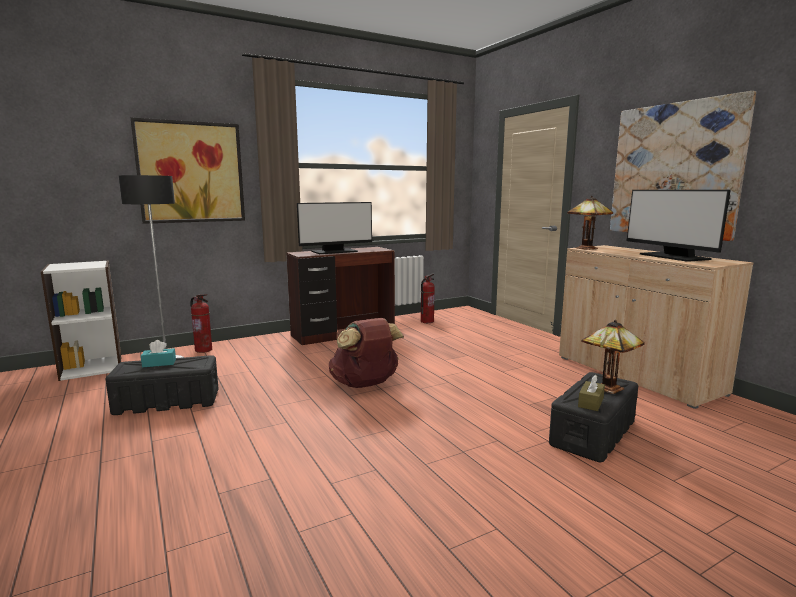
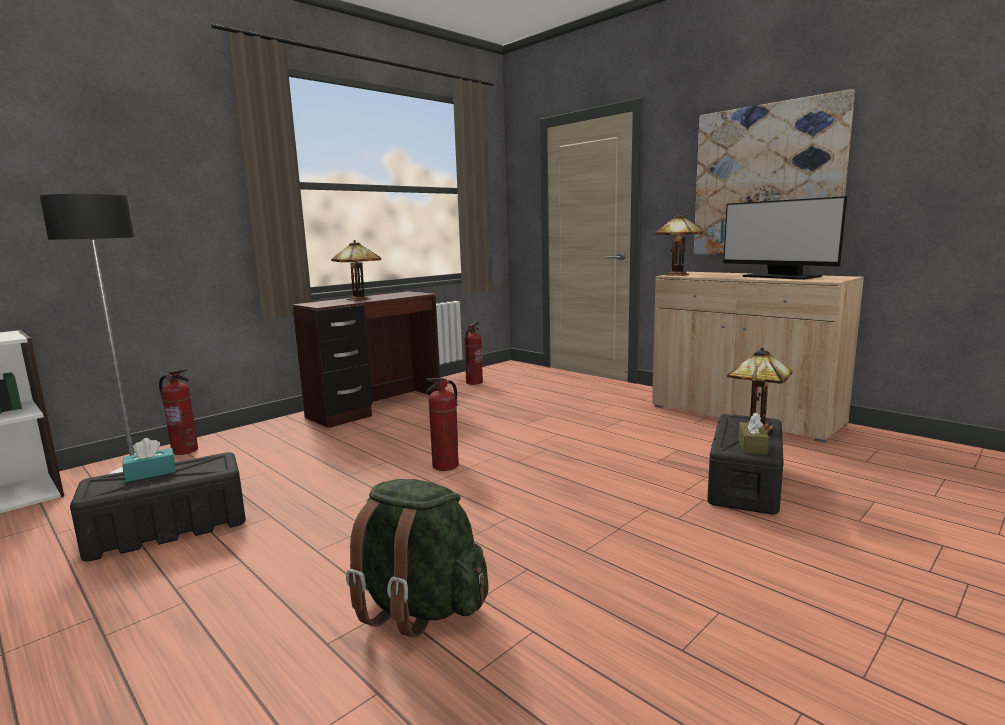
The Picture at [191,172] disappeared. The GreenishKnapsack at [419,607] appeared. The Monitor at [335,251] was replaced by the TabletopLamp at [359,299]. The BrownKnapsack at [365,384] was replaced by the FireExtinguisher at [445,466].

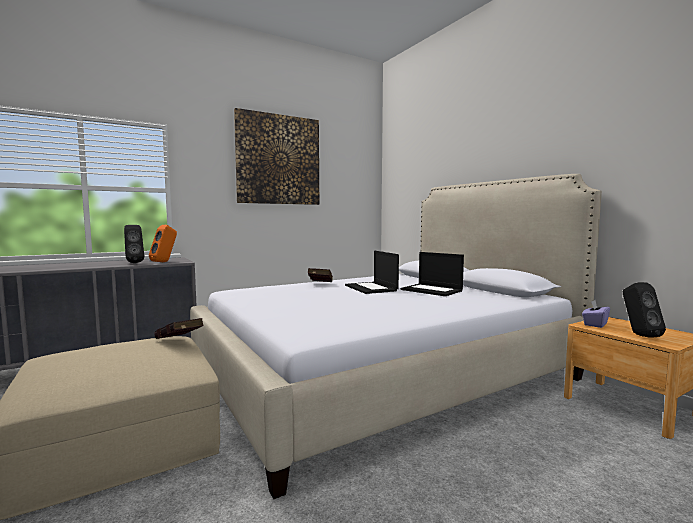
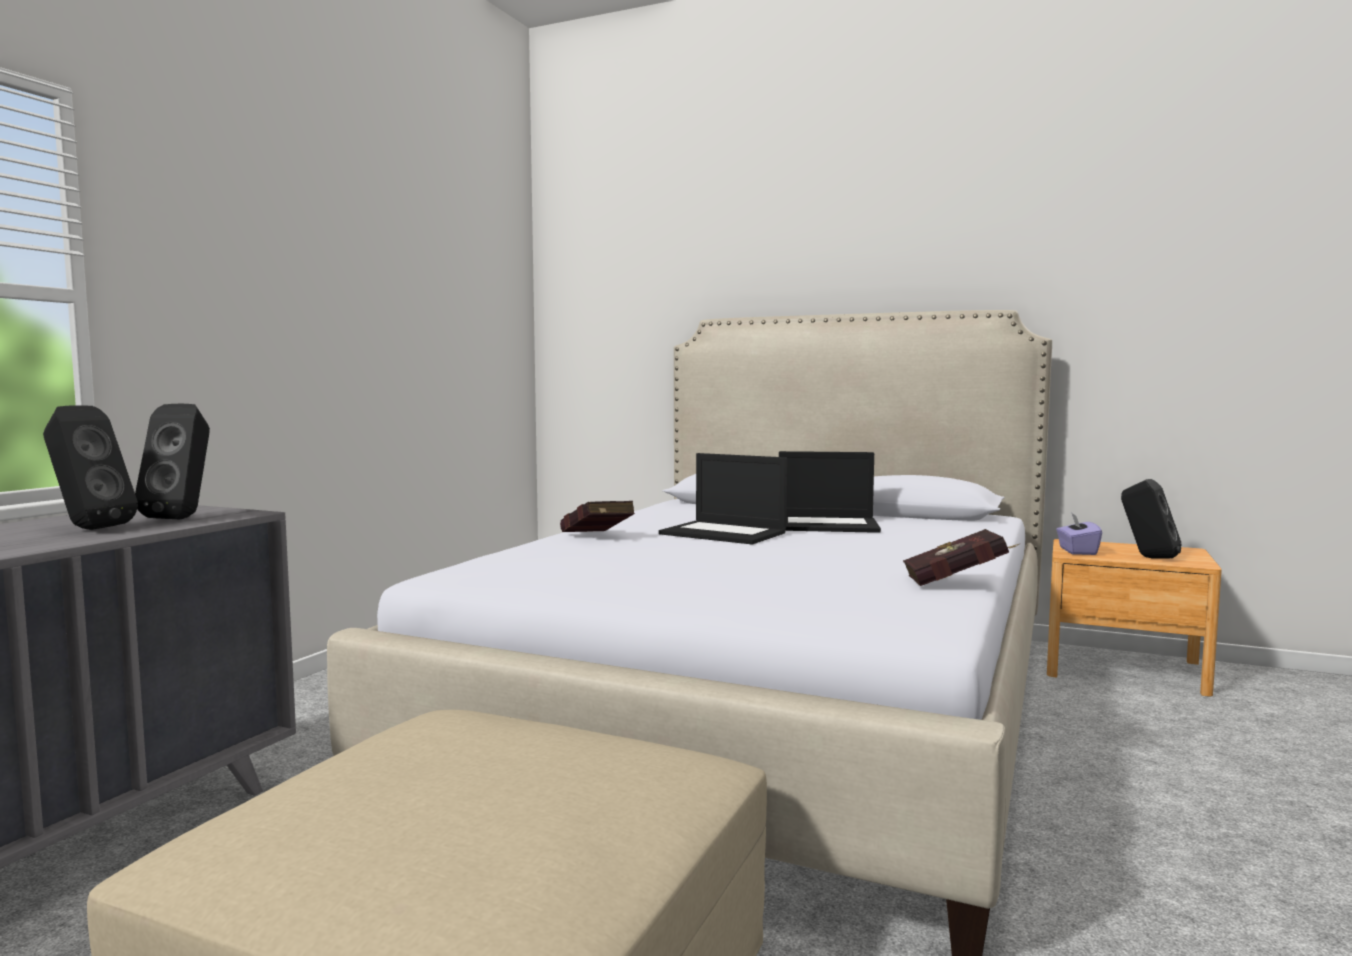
The Picture at [278,160] disappeared. The ReddishBook moved from [179,341] to [958,583]. The OrangeAudioSpeaker at [164,262] became the BlackColouredAudioSpeaker at [183,518].

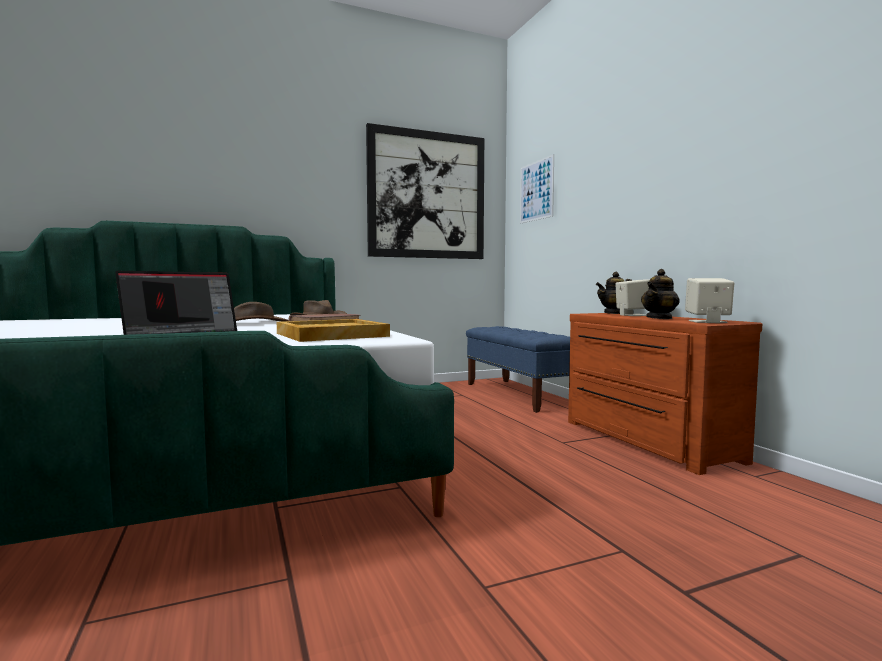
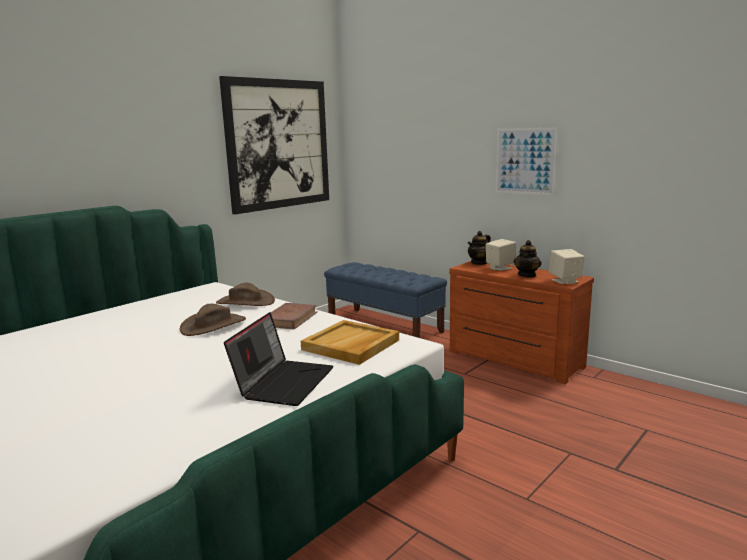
The Picture moved from [536,190] to [525,161].

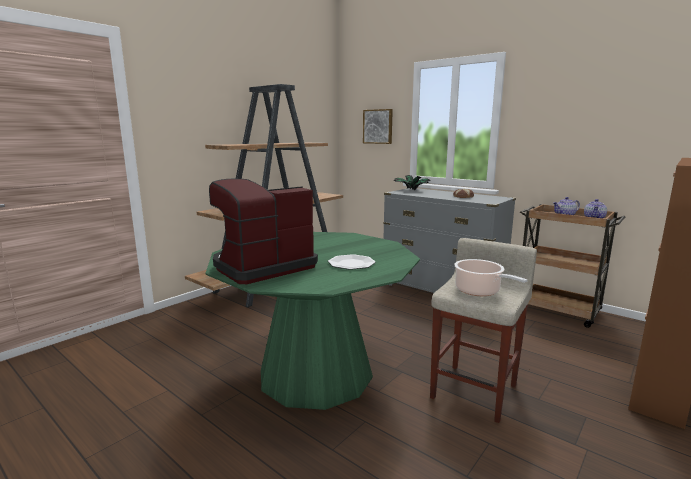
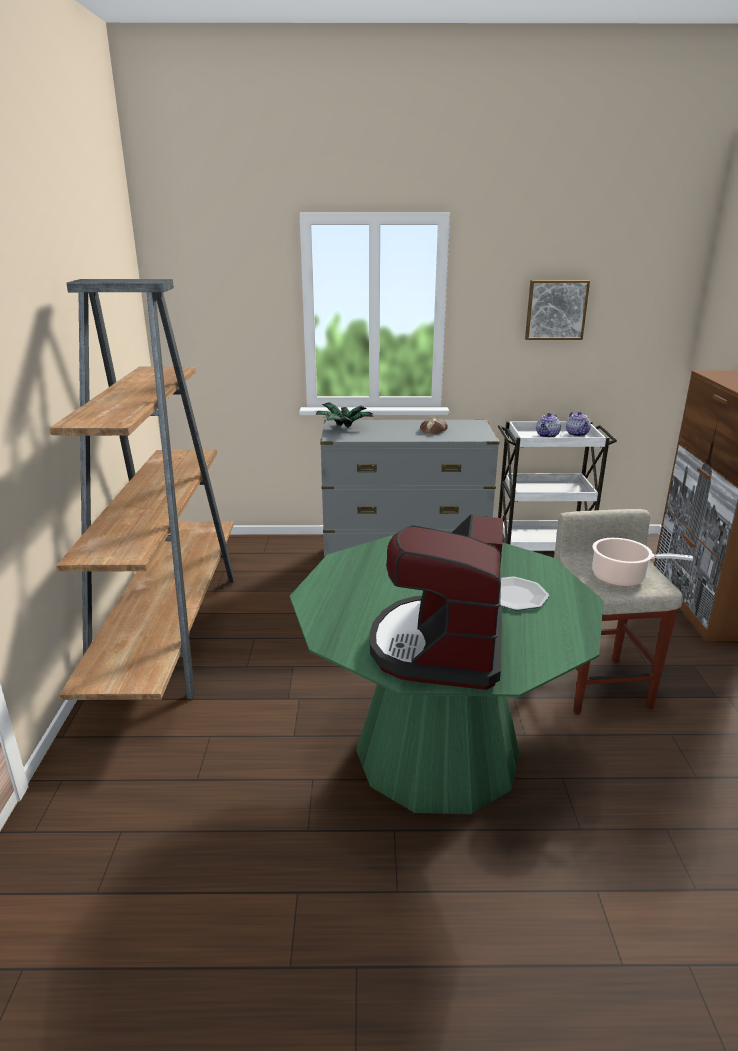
The Picture moved from [378,126] to [555,309]. The BrownWheeledCart at [558,311] became the WhiteColouredWheeledCart at [542,547].

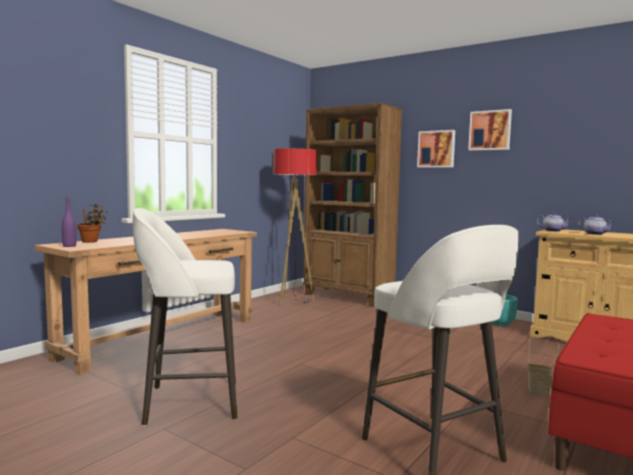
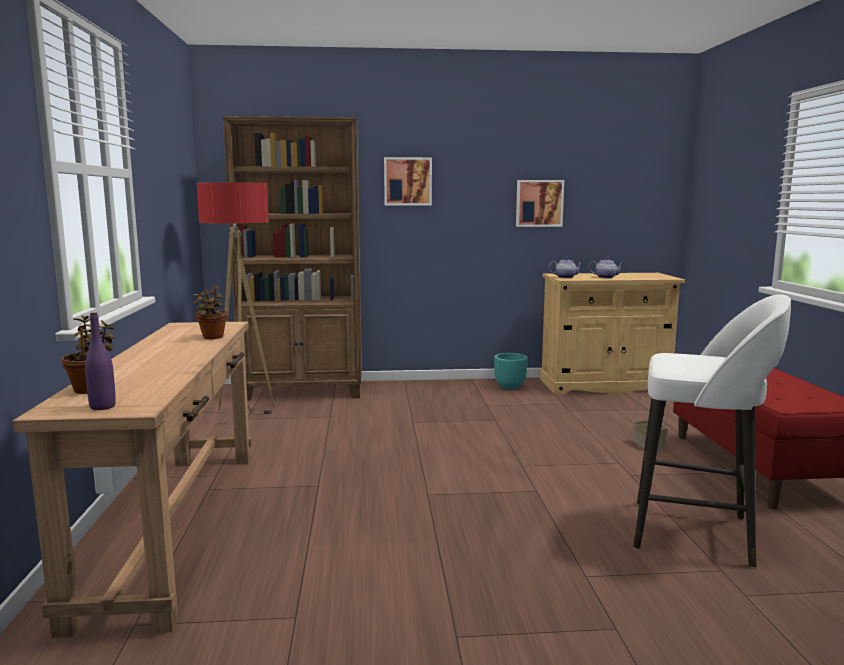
The WhiteColouredStoolSeat at [189,402] disappeared. The PlantInAPot at [212,337] appeared. The Picture moved from [490,130] to [539,203].

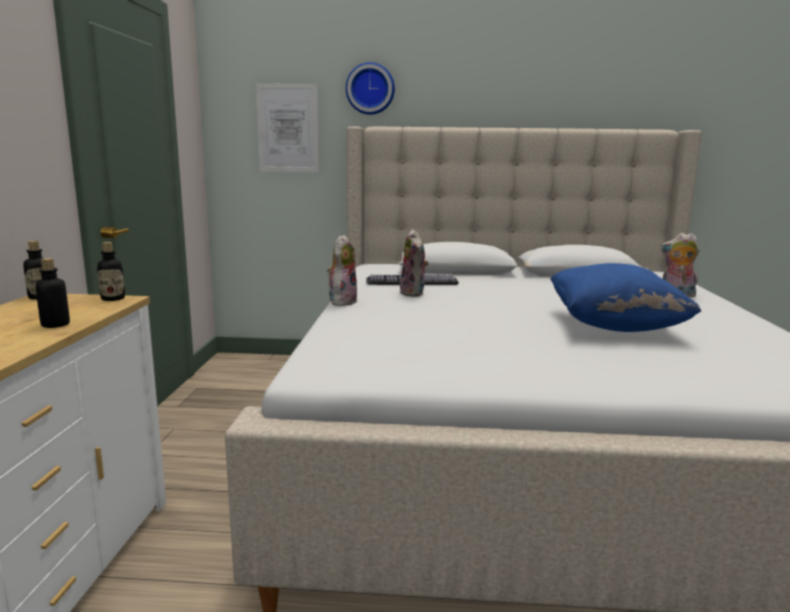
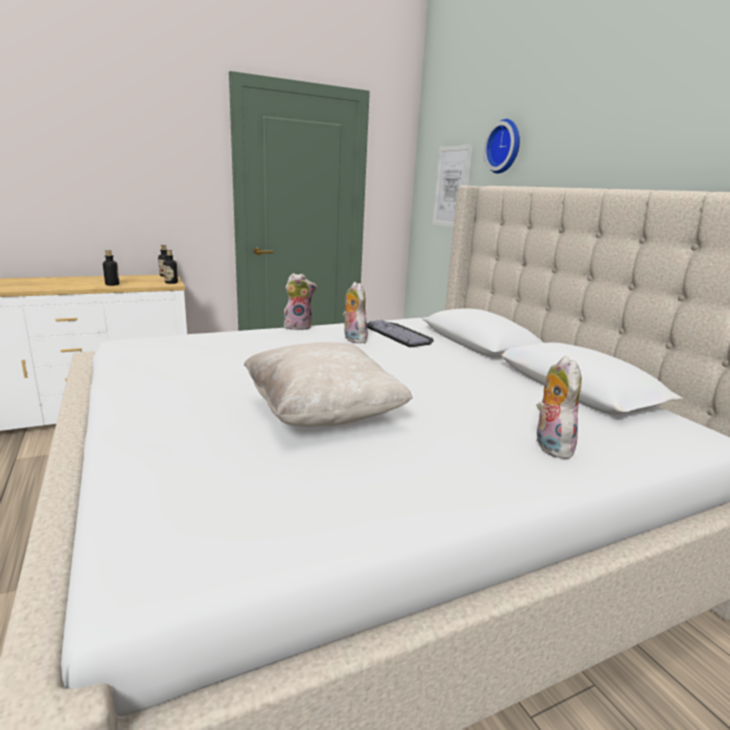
The BluePillow at [613,327] became the BeigeColouredPillow at [322,414]. The SoftToy at [414,293] turned 105 degrees clockwise.

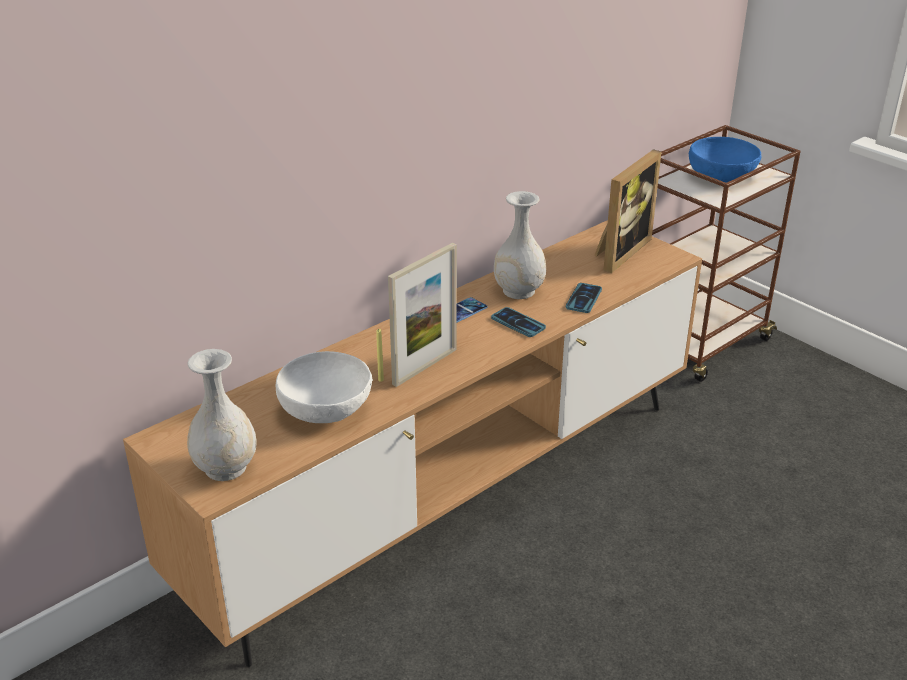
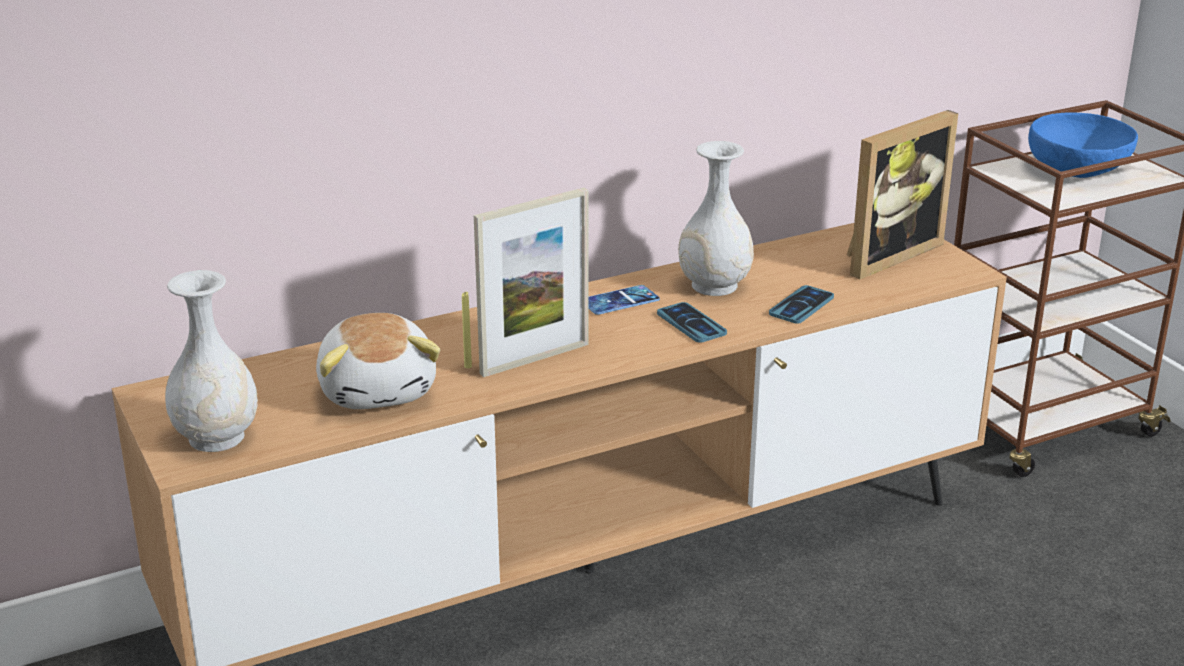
The WhiteColouredDeepDish at [326,409] was replaced by the SoftToy at [379,390].

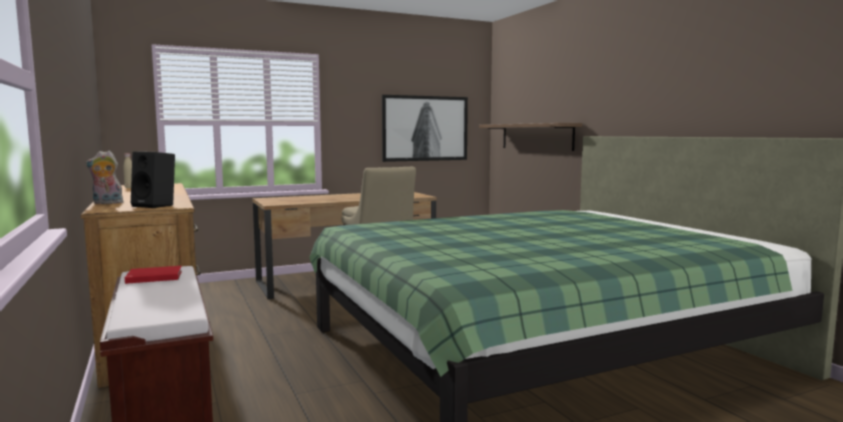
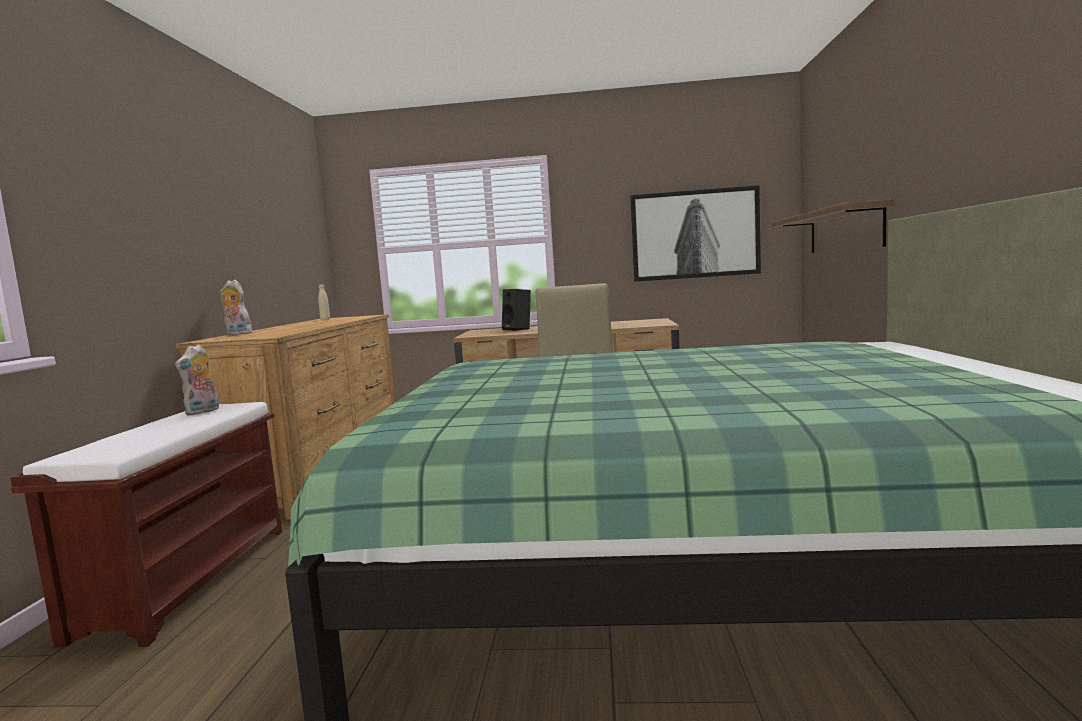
The BlackColouredAudioSpeaker moved from [156,205] to [518,329]. The ReddishBook at [153,277] was replaced by the SoftToy at [203,412].

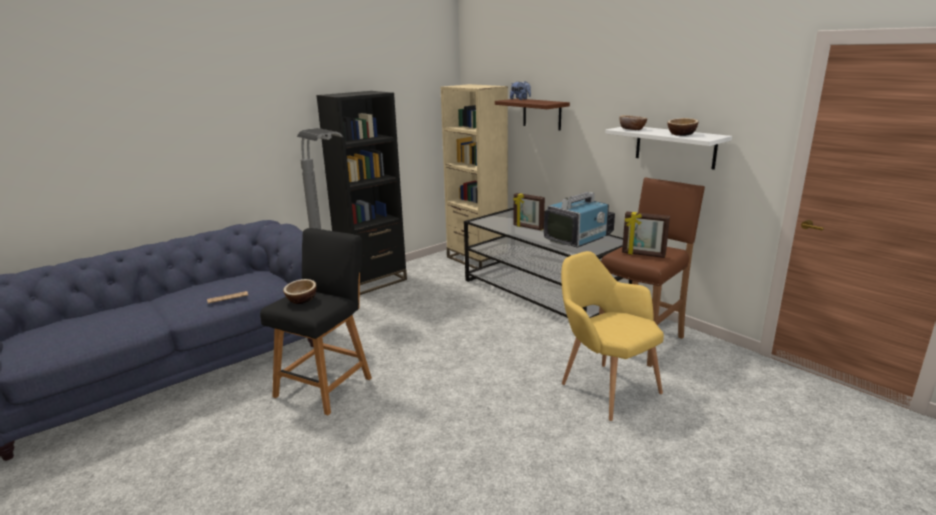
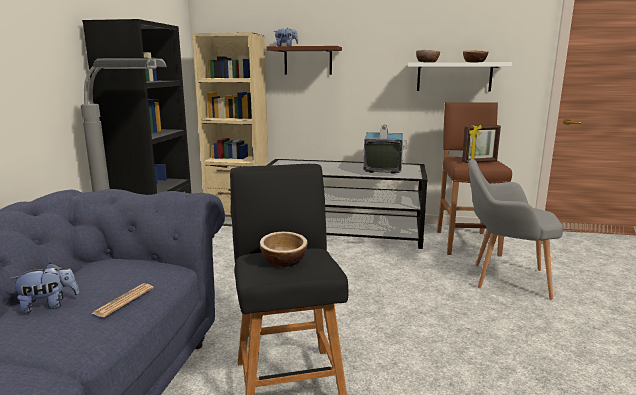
The StandingFrame at [528,227] disappeared. The SoftToy at [49,305] appeared. The YellowColouredLoungeChair at [604,387] became the GreyishLoungeChair at [504,279].

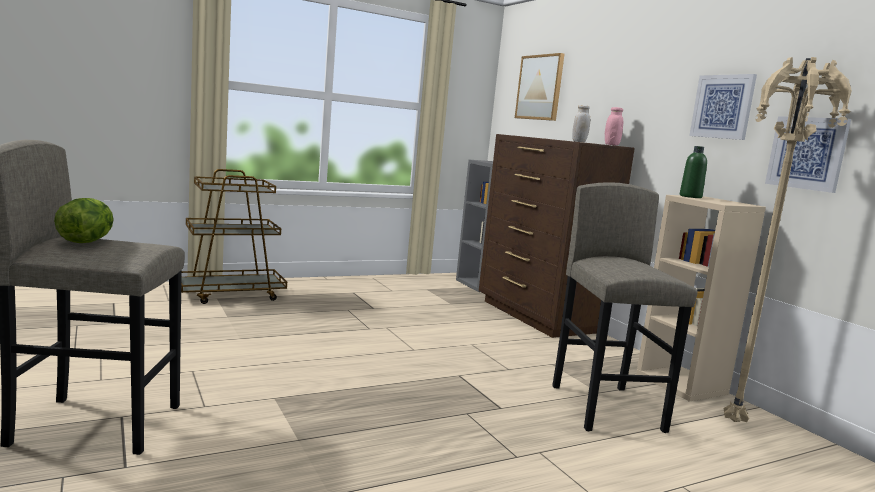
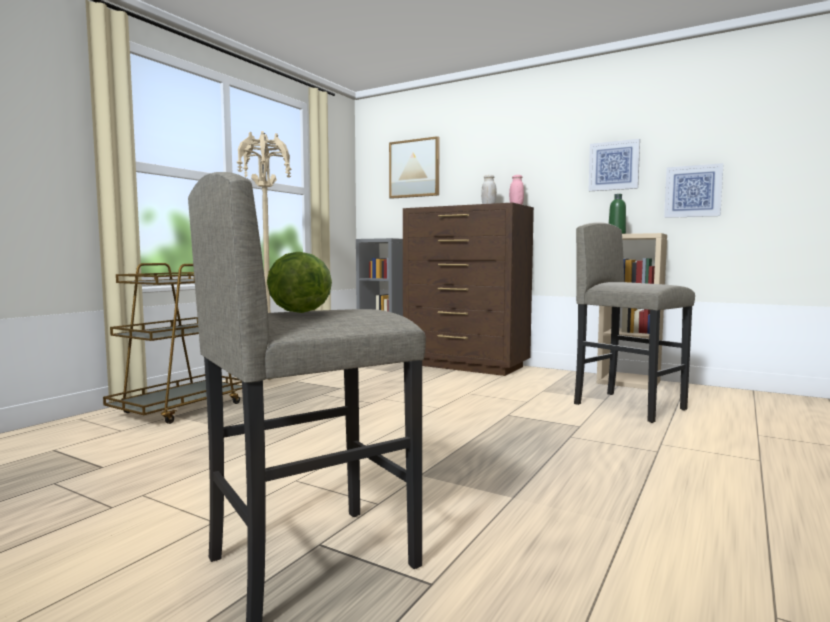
The BeigeColouredStandardLamp moved from [736,421] to [270,380].

